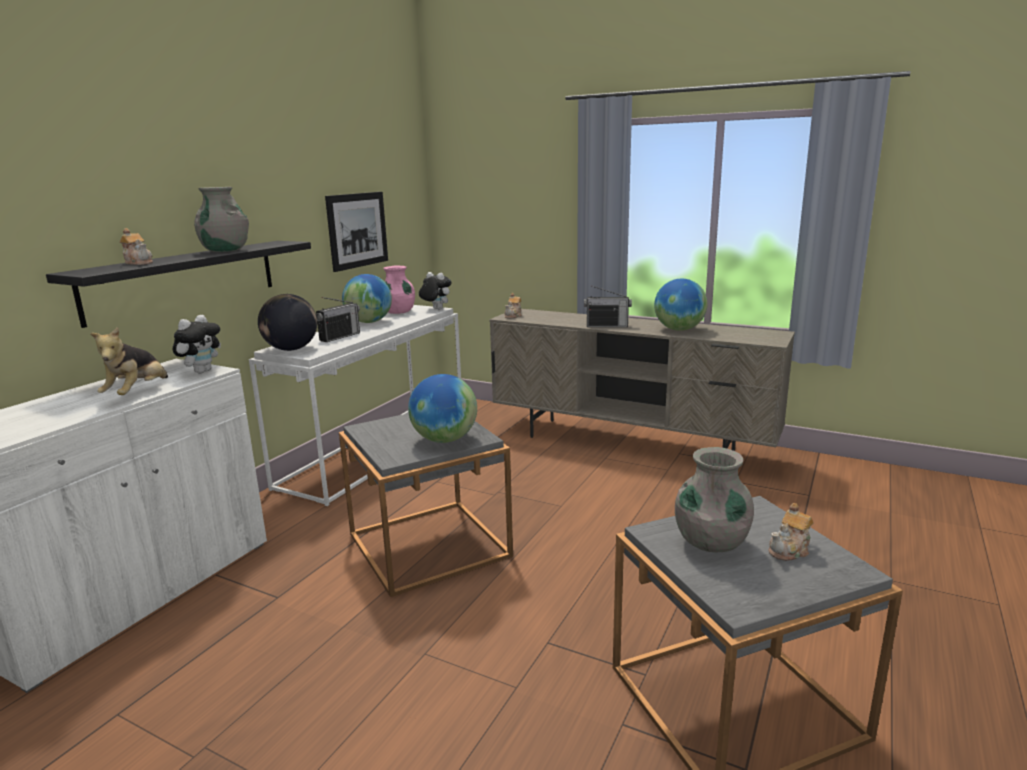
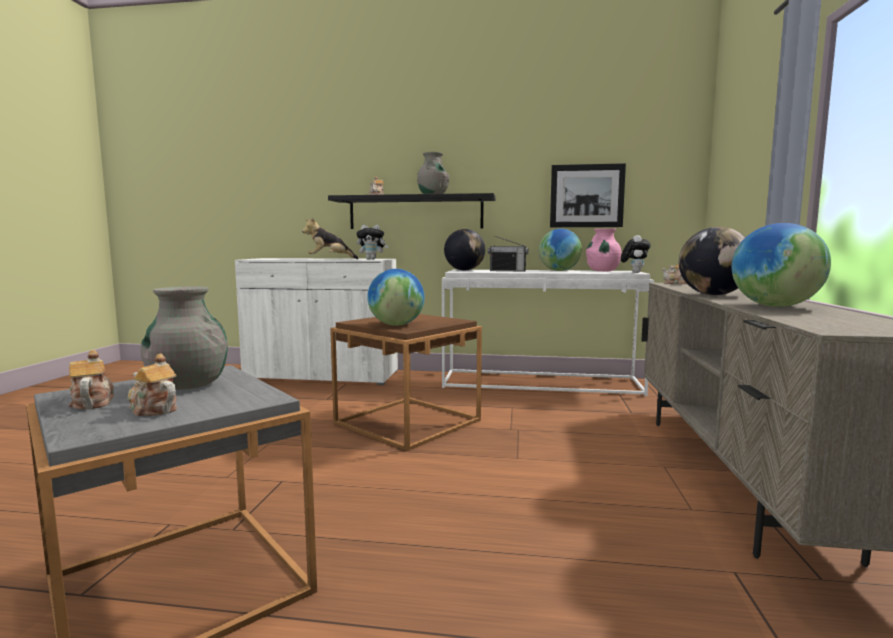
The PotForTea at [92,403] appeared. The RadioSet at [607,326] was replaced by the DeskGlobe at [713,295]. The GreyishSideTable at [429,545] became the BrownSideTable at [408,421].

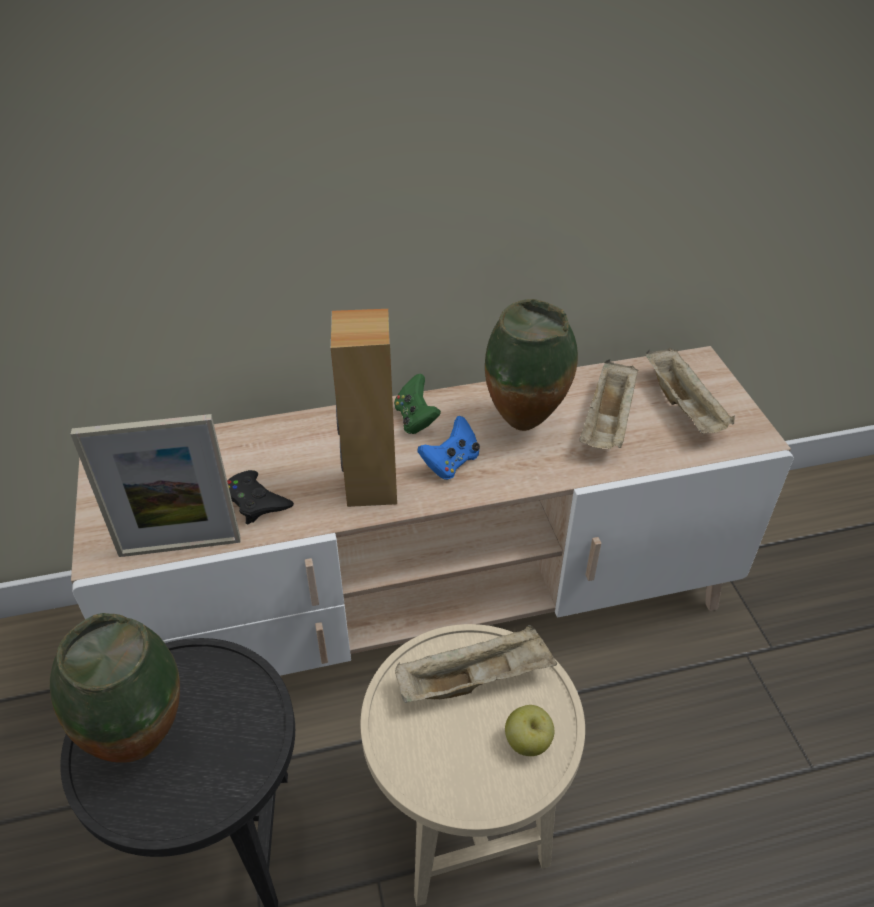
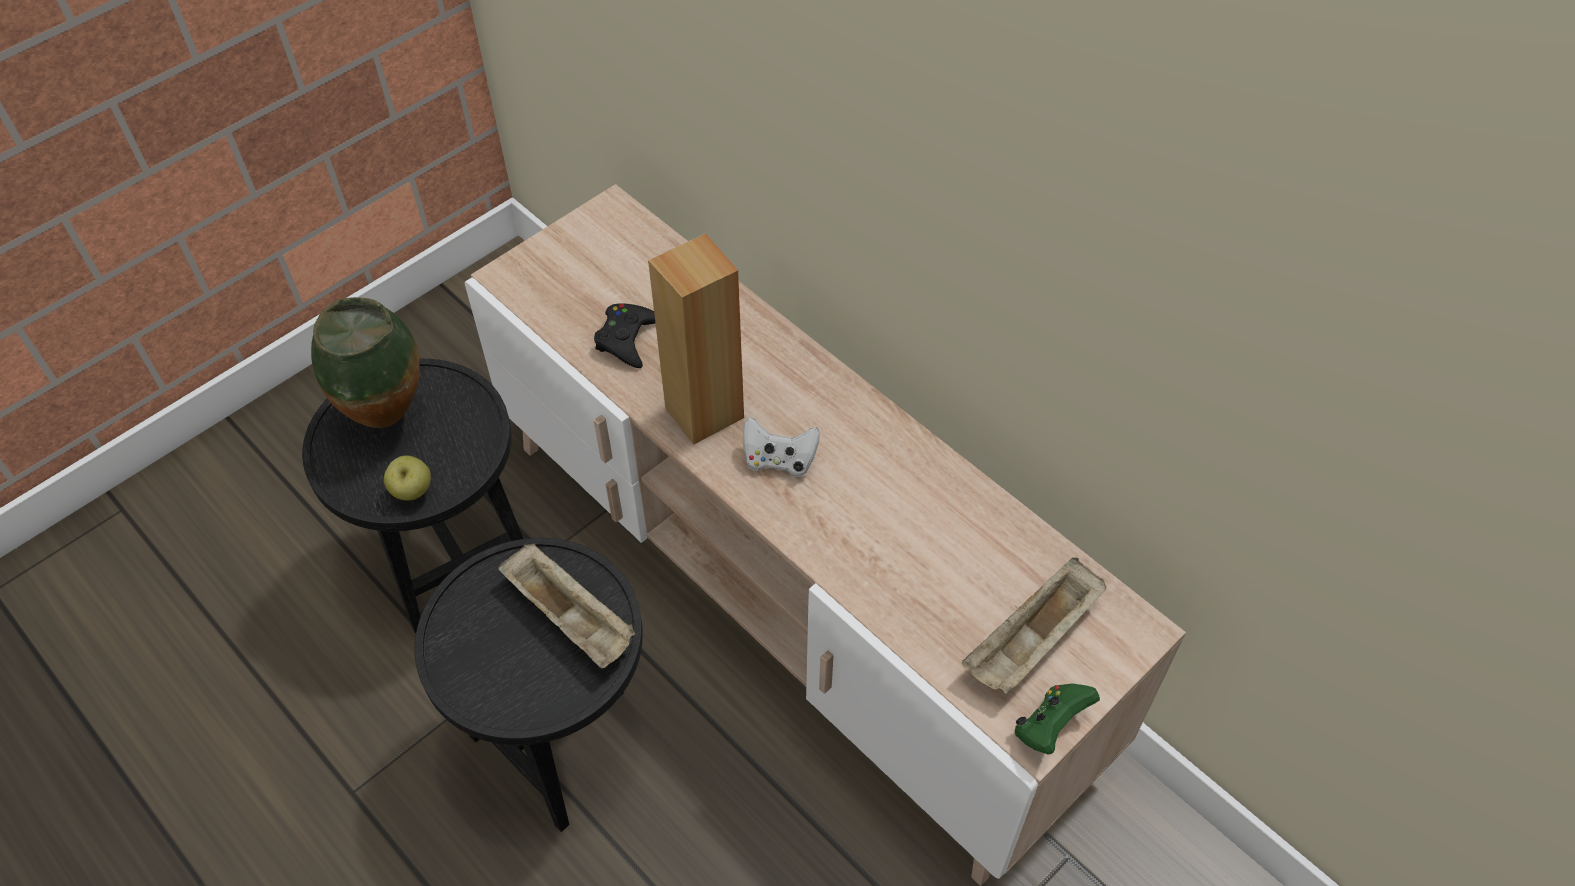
The StandingFrame at [180,546] disappeared. The DecorativeVase at [525,426] disappeared. The BeigeColouredTray at [608,423] disappeared. The GreenishJoypad moved from [415,419] to [1050,727]. The Apple moved from [527,742] to [412,491]. The BeigeColouredSideTable at [466,827] became the BlackColouredSideTable at [562,741]. The BlueJoypad at [451,463] became the WhiteColouredJoypad at [779,460].

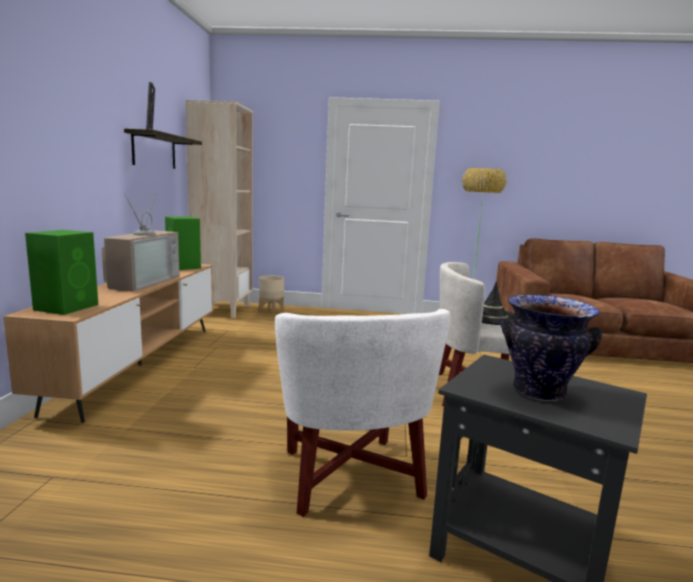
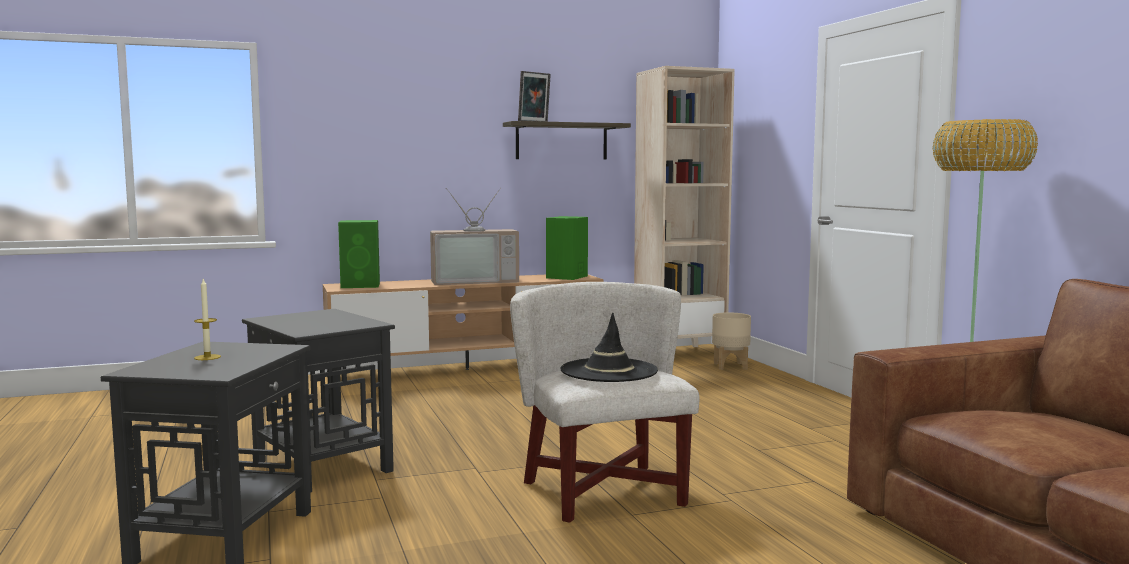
The WhiteColouredLoungeChair at [350,475] was replaced by the BlackColouredSideTable at [321,465]. The DecorativeVase at [539,392] was replaced by the WaxCandle at [207,357].

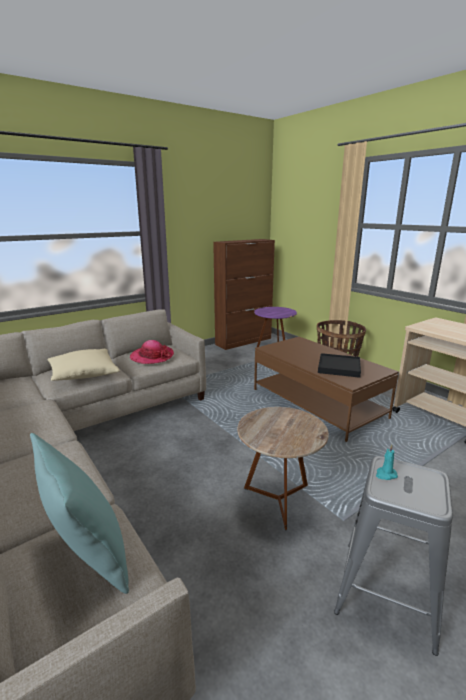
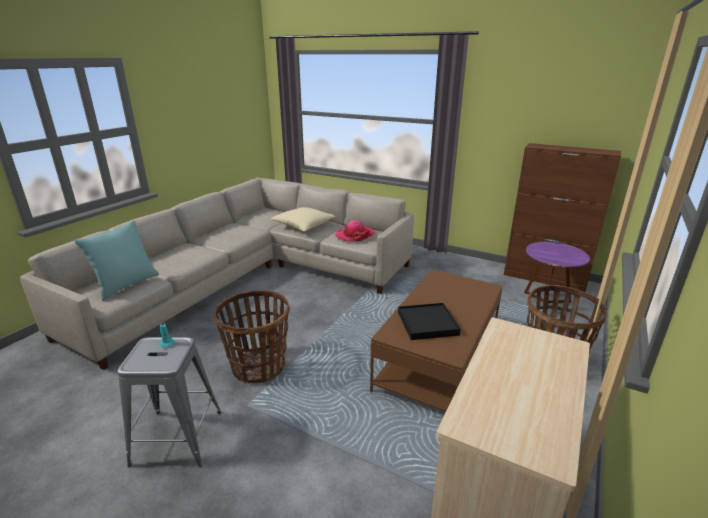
The BrownSideTable at [278,500] was replaced by the HouseholdBasket at [258,366].

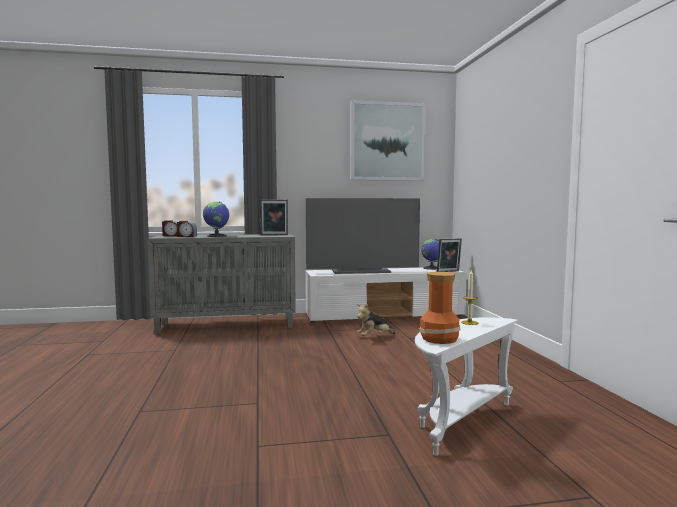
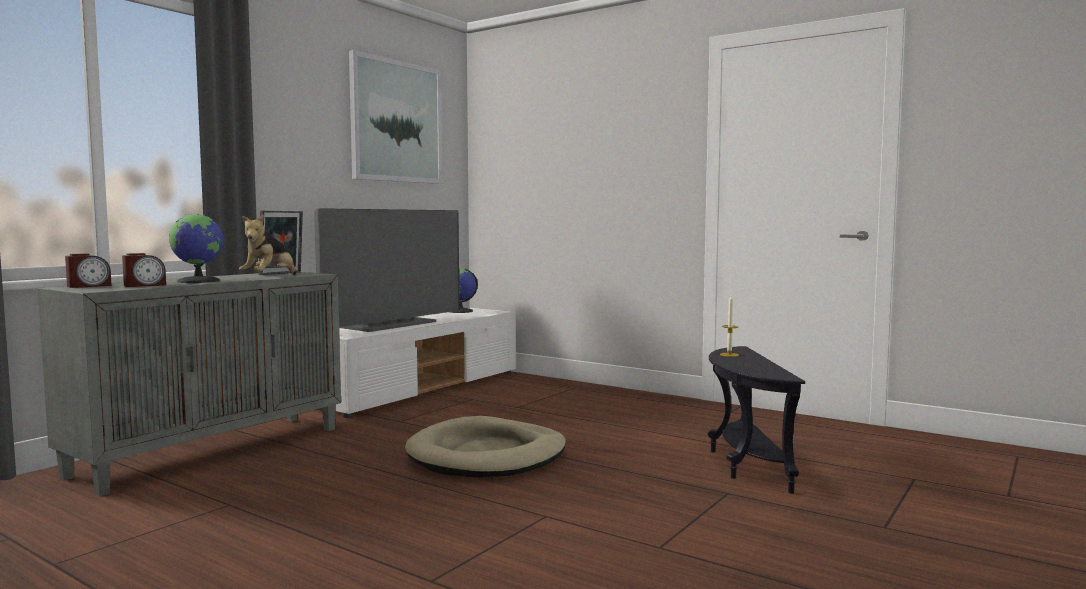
The DecorativeVase at [440,339] disappeared. The StandingFrame at [448,271] disappeared. The BeigeColouredPetBed at [487,455] appeared. The SoftToy moved from [374,337] to [269,277]. The WhiteColouredSideTable at [459,421] became the BlackColouredSideTable at [745,464].

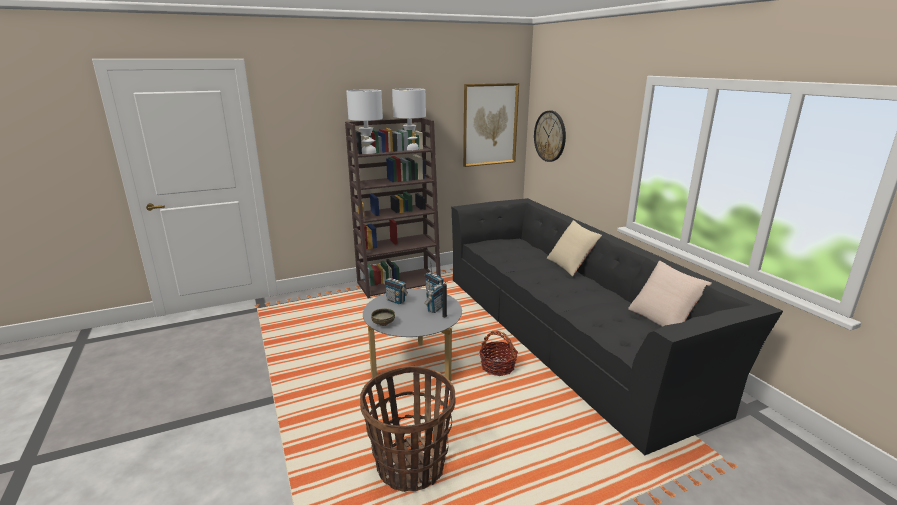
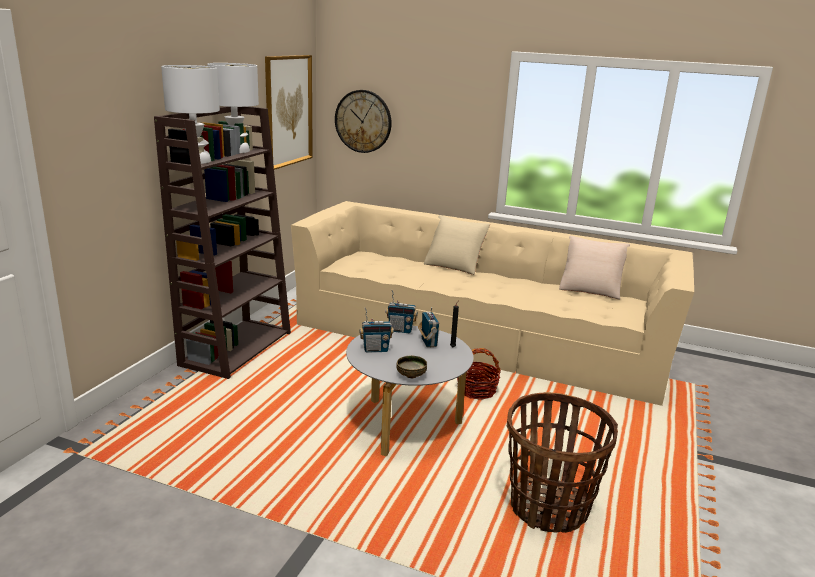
The BlackColouredCouch at [566,331] became the BeigeColouredCouch at [479,336].

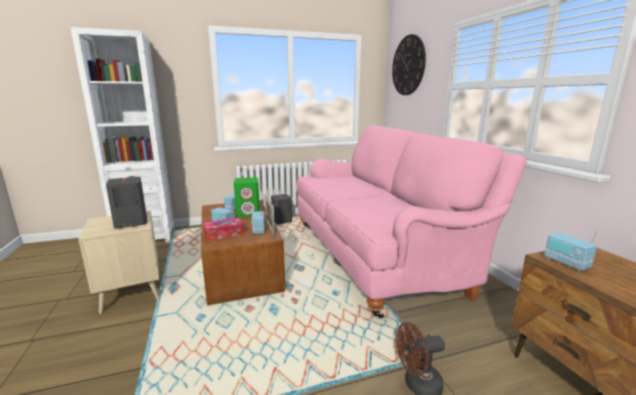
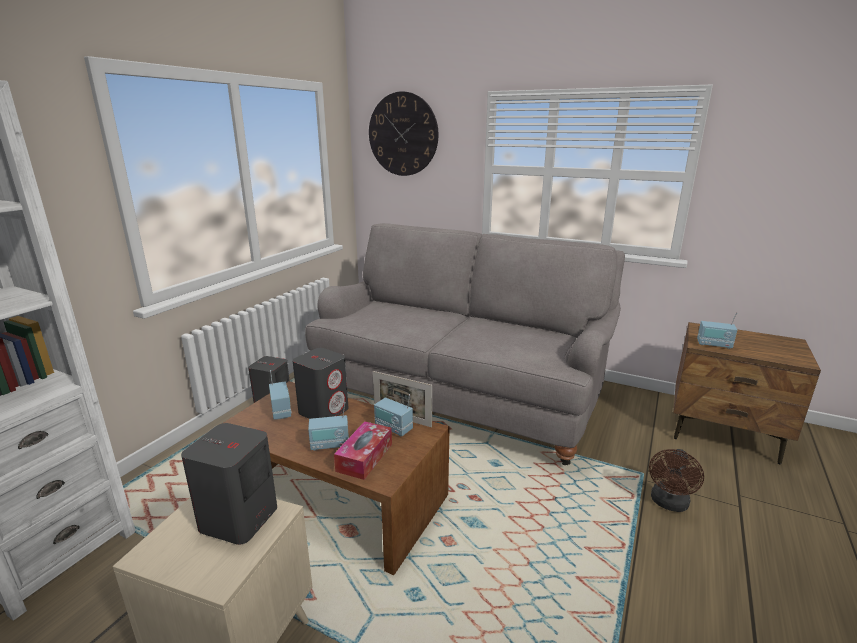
The GreenishAudioSpeaker at [248,214] became the GreyishAudioSpeaker at [324,410]. The PinkColouredCouch at [378,254] became the GreyishCouch at [461,396].

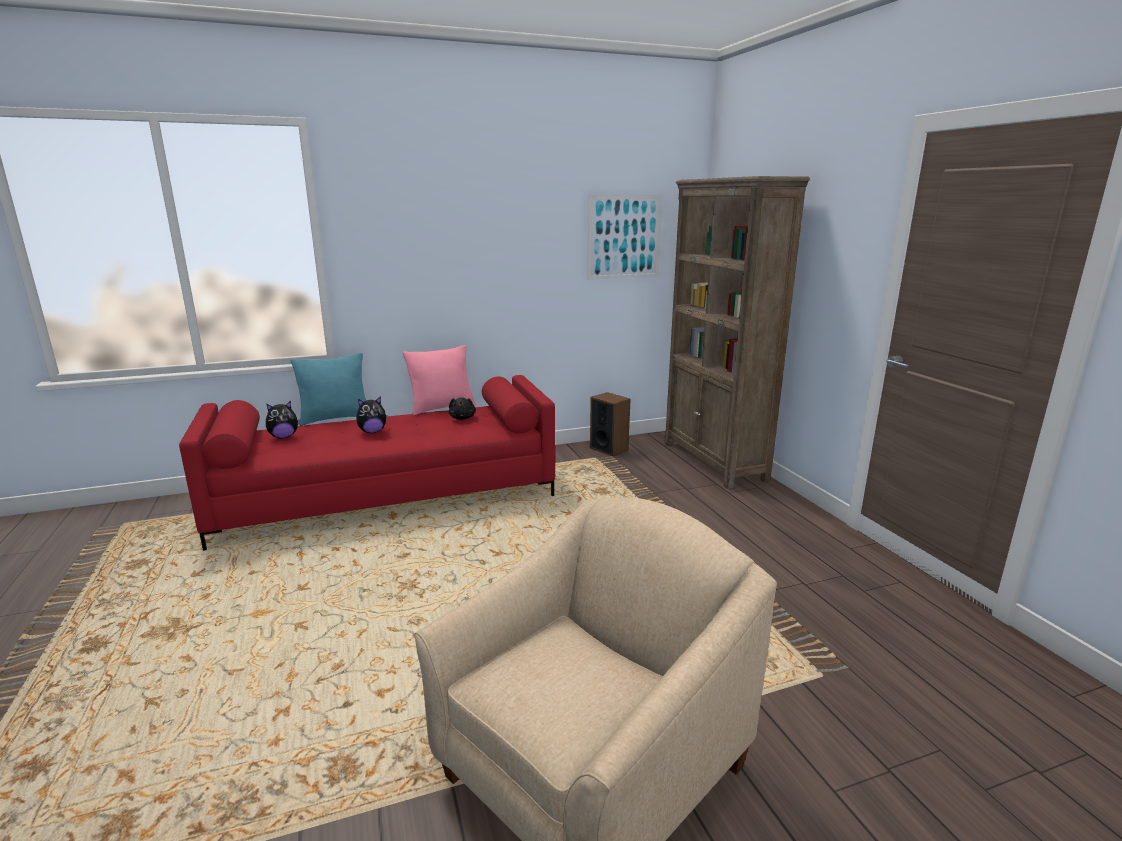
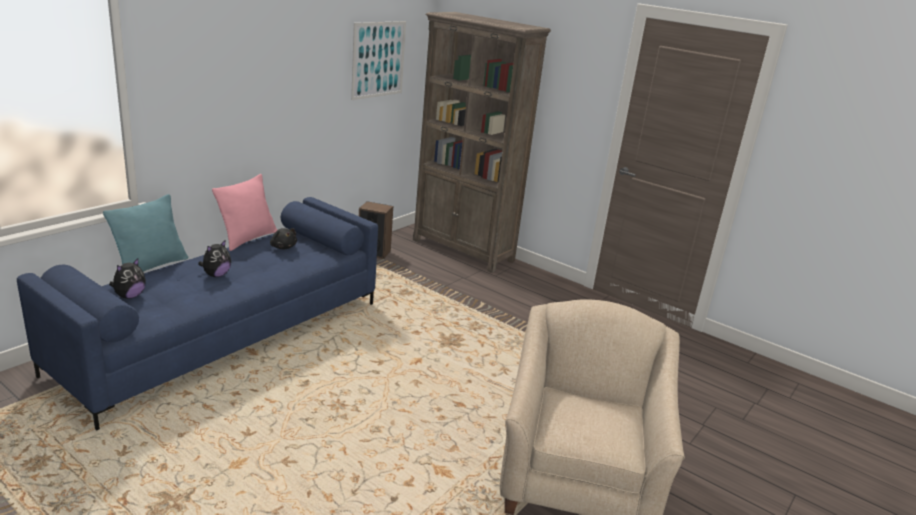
The ReddishCouch at [389,497] became the BlueCouch at [226,335].

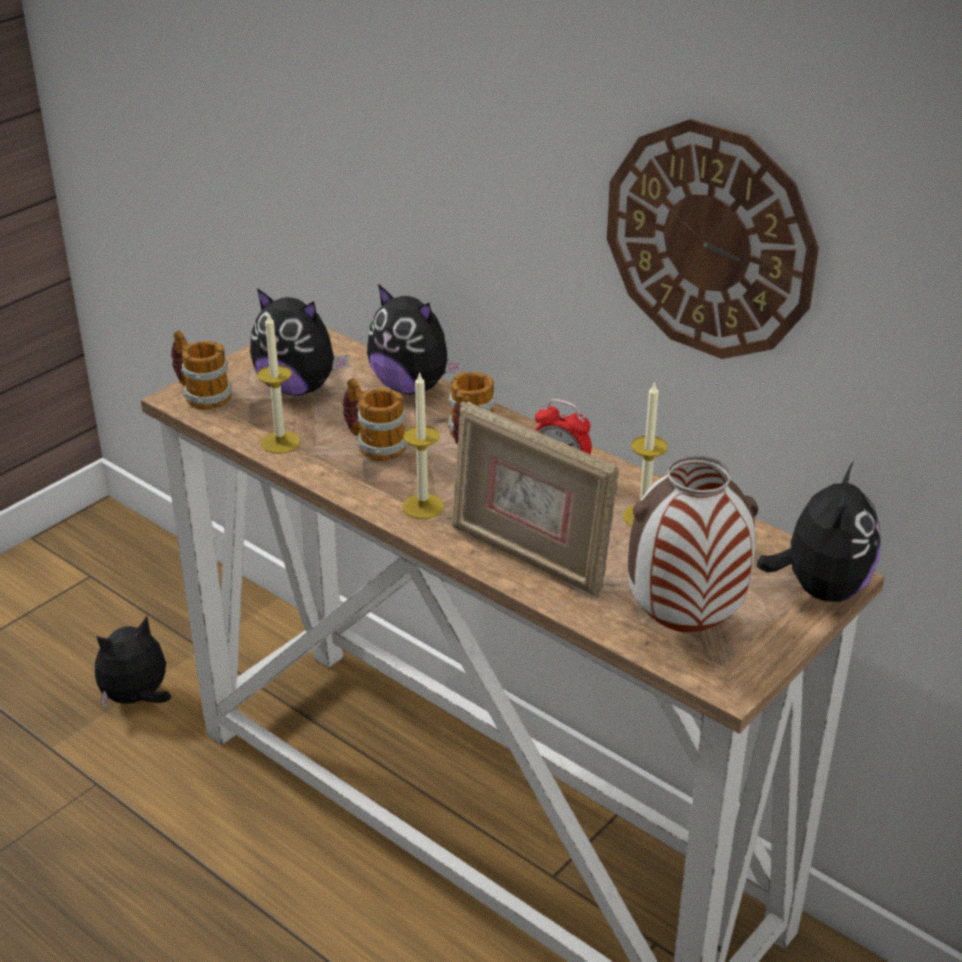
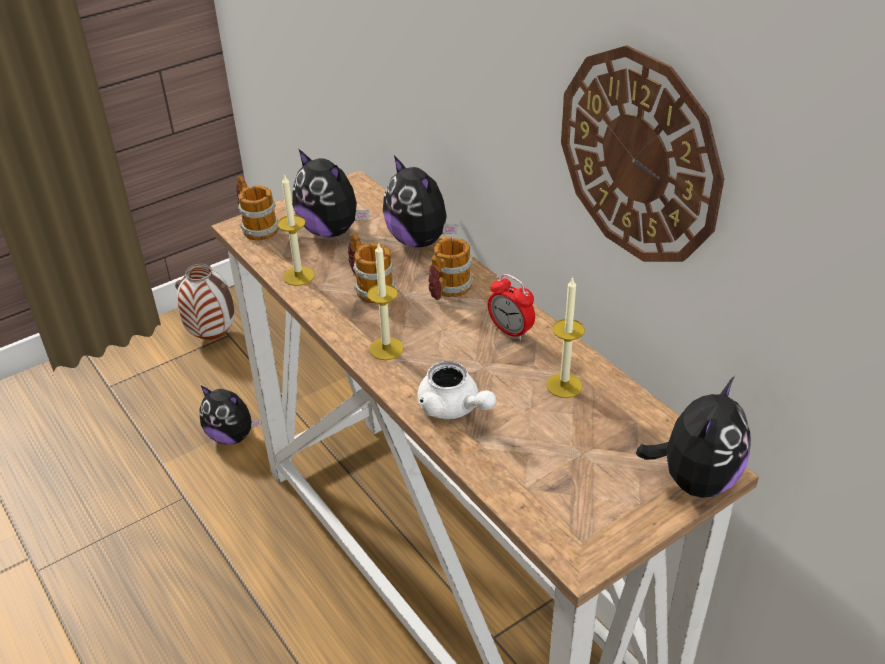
The DecorativeVase moved from [684,625] to [213,336]. The StandingFrame at [529,557] was replaced by the WhiteColouredPotForTea at [454,408]. The SoftToy at [137,698] turned 135 degrees counterclockwise.

